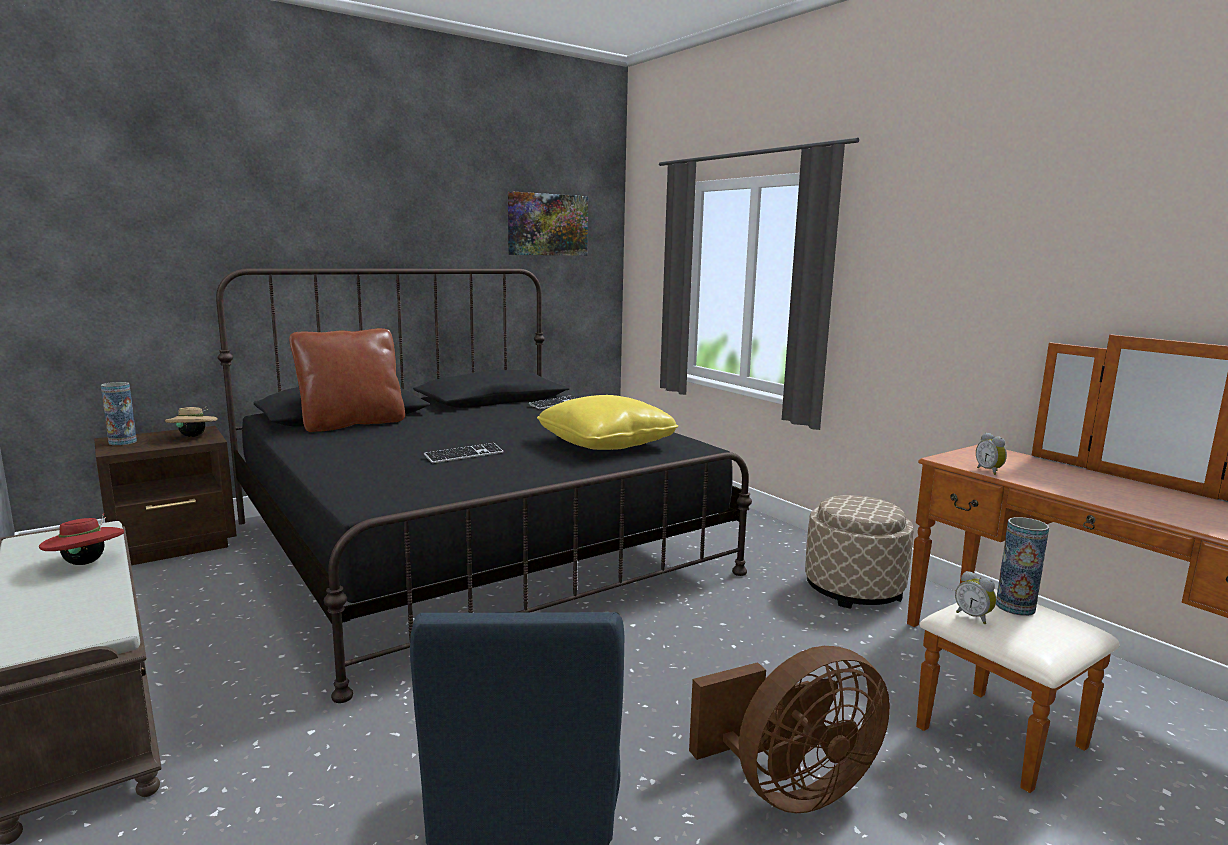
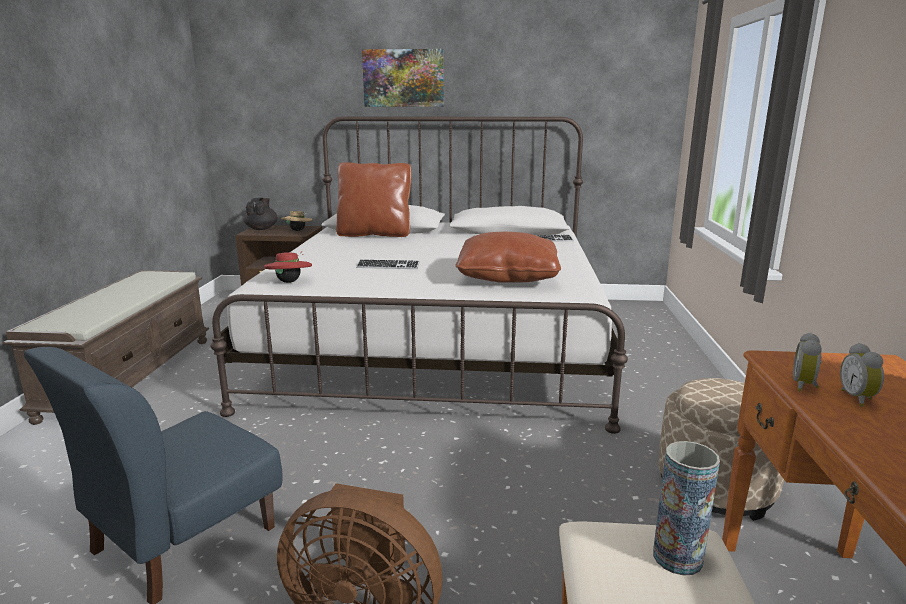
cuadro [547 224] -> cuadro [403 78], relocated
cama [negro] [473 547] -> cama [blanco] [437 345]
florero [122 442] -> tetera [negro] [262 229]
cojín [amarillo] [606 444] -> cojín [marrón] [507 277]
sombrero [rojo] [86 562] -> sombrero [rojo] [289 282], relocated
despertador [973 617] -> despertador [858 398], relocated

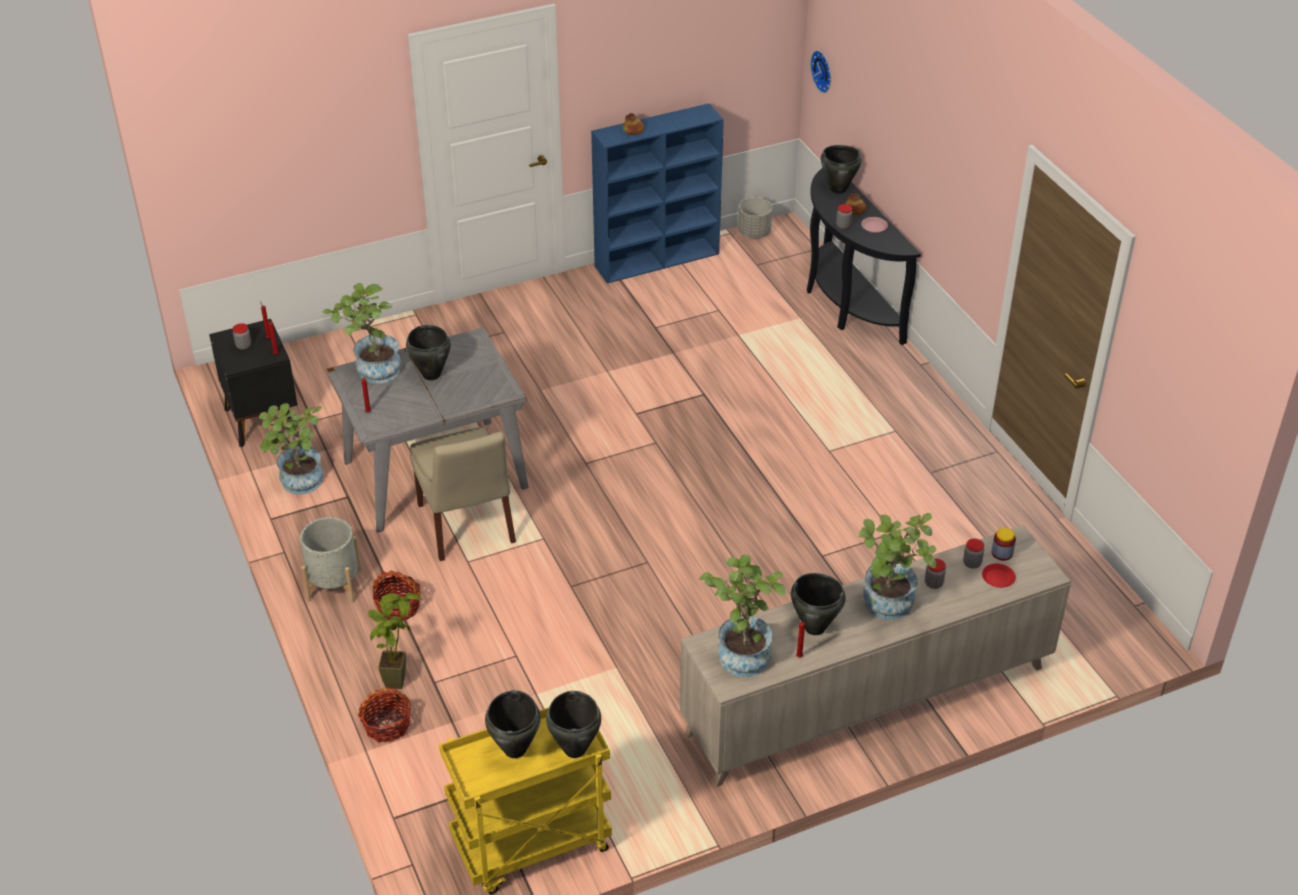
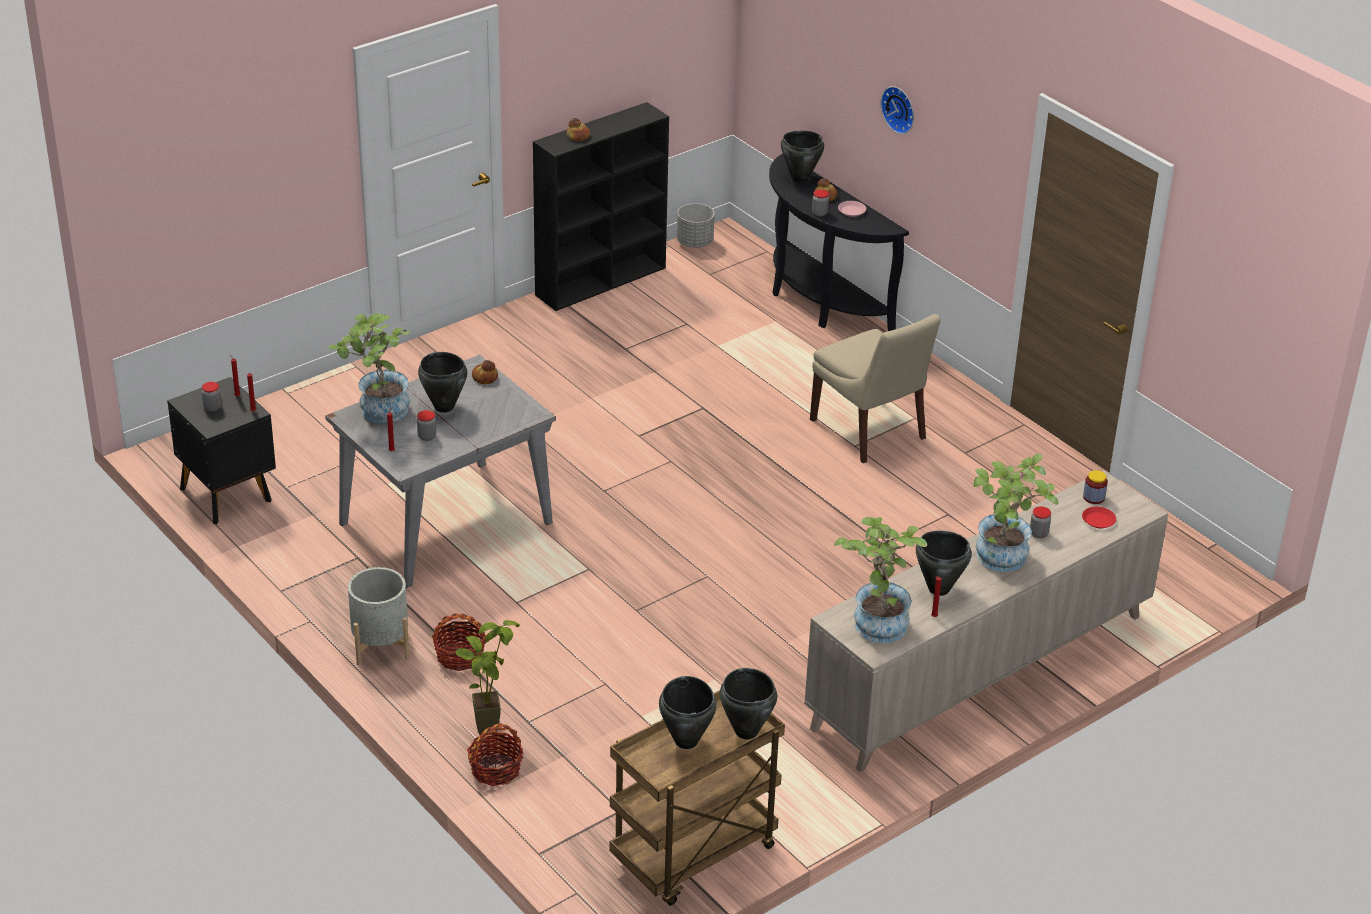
reloj de pared [823 71] -> reloj de pared [900 109], relocated
estantería [azul] [658 259] -> estantería [negro] [602 281]
planta en maceta [299 485] -> none
silla [beis] [467 526] -> silla [beis] [870 431], relocated
tarro [972 563] -> tarro [427 436], relocated
carrito [amarillo] [531 846] -> carrito [marrón] [693 856]
none -> pan [484 377]

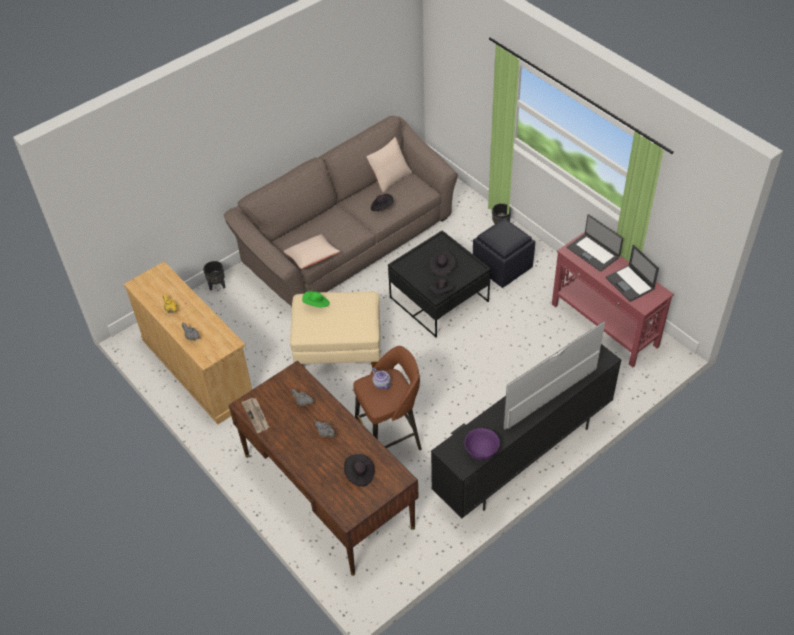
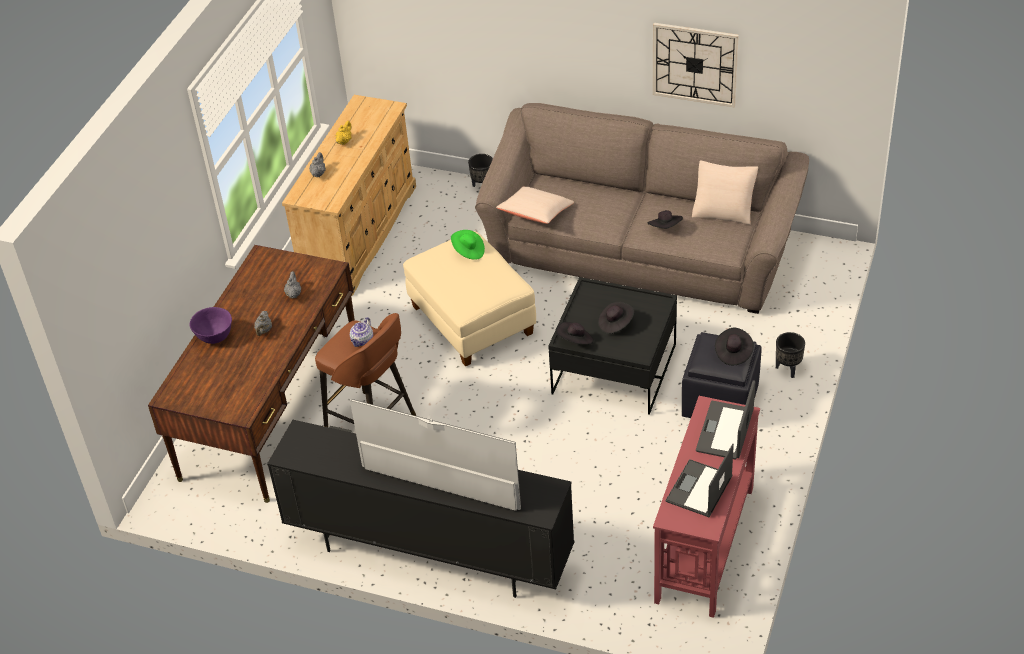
periódico [256 416] -> none
cuenco [morado] [481 453] -> cuenco [morado] [214 337], relocated
sombrero [negro] [359 474] -> sombrero [negro] [733 353], relocated
none -> reloj de pared [695 64]

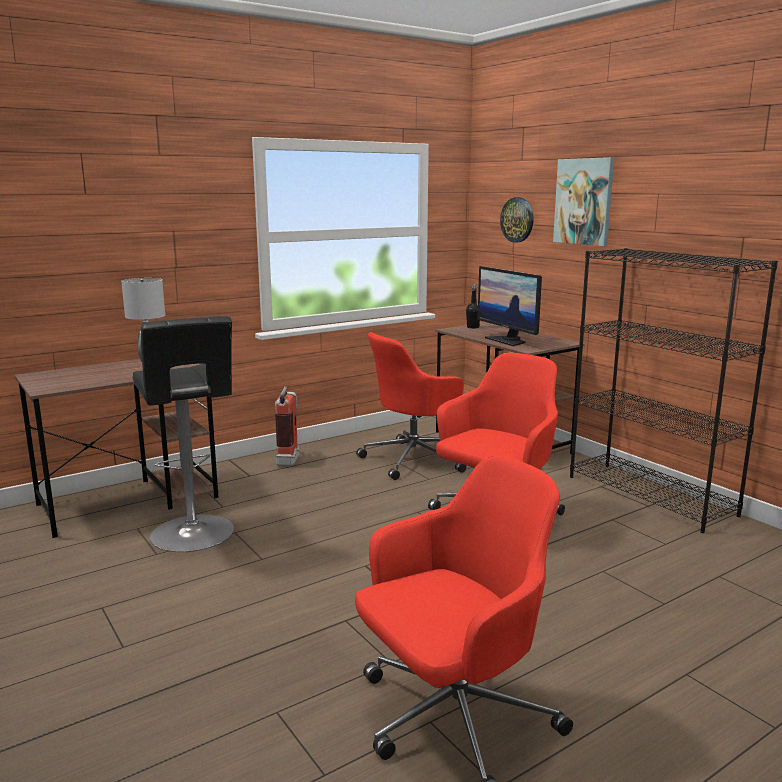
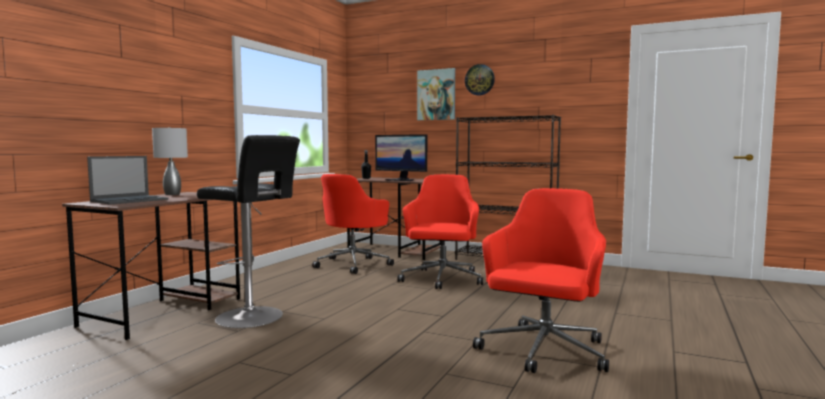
reloj de pared [517 220] -> reloj de pared [479 80], relocated
extintor [289 459] -> none
none -> portátil [130 200]

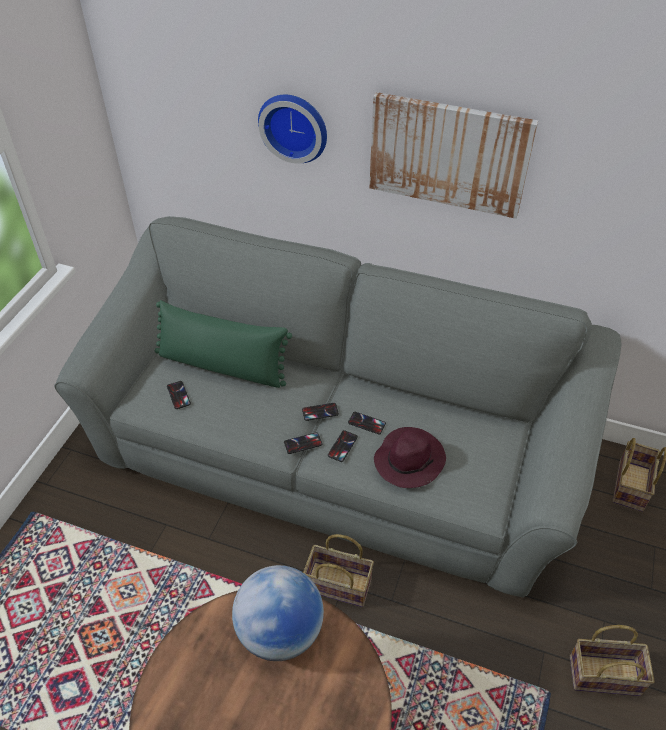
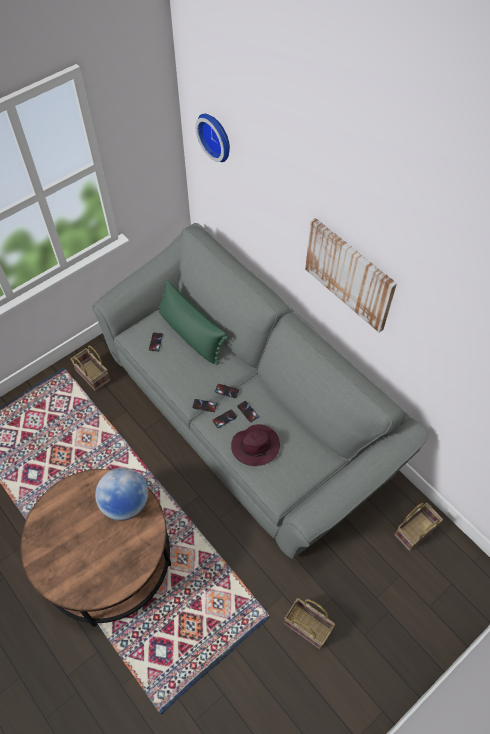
reloj de pared [294 126] -> reloj de pared [216 136], relocated
cesta [336 585] -> cesta [91 375], relocated

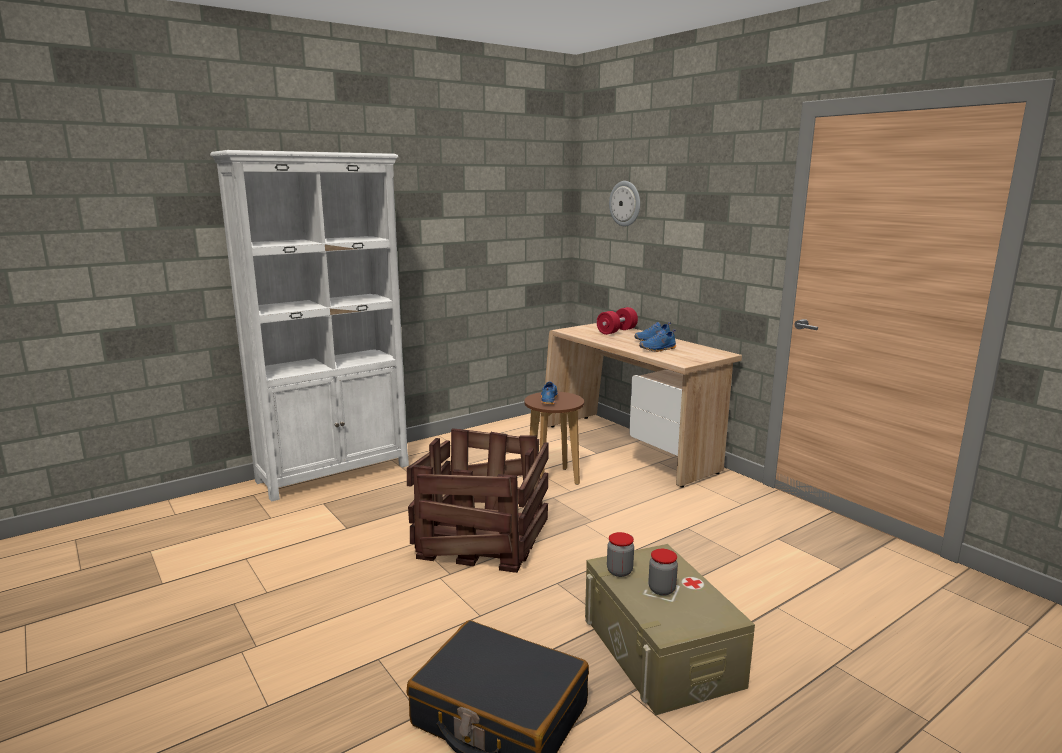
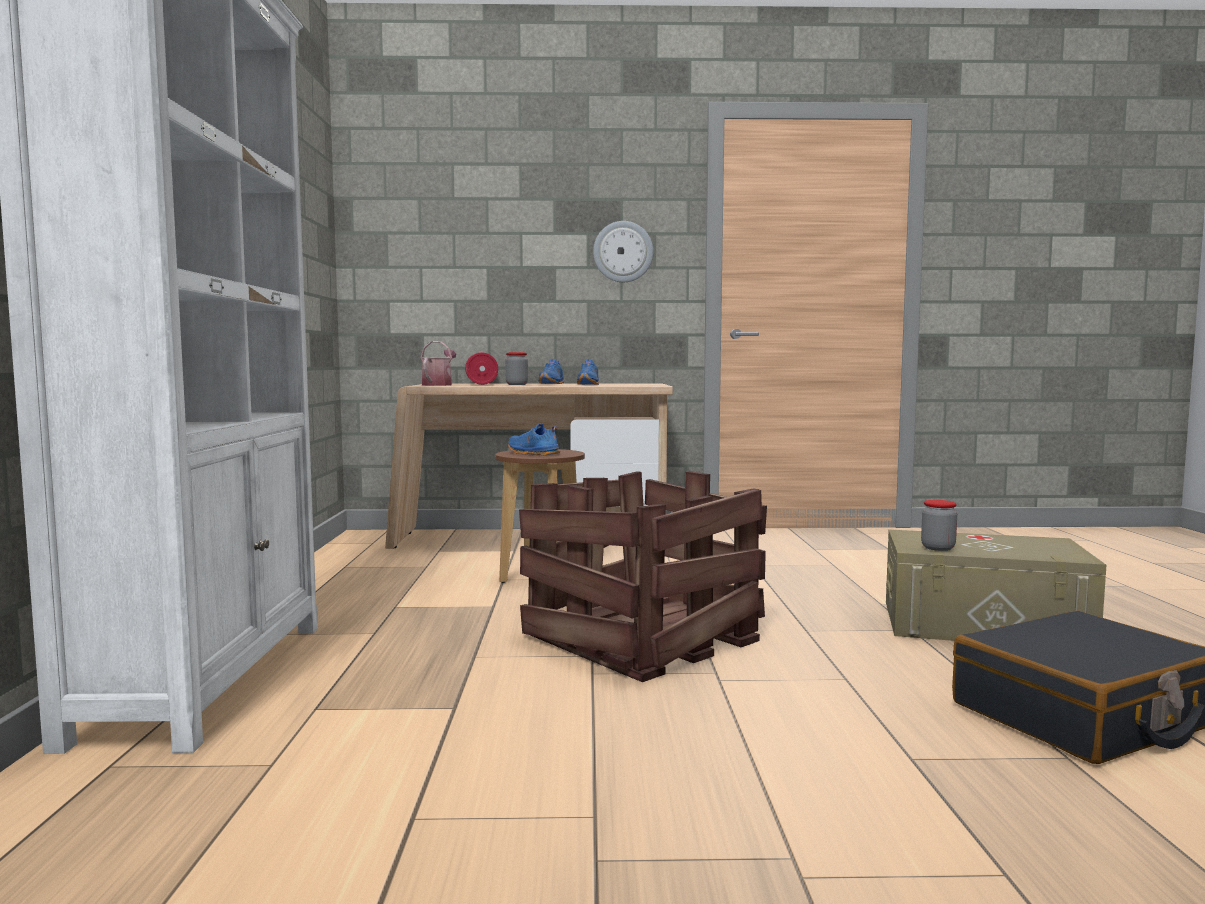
reloj de pared [625 203] -> reloj de pared [623 252], relocated
tarro [661 589] -> tarro [516 384], relocated
none -> regadera [438 385]

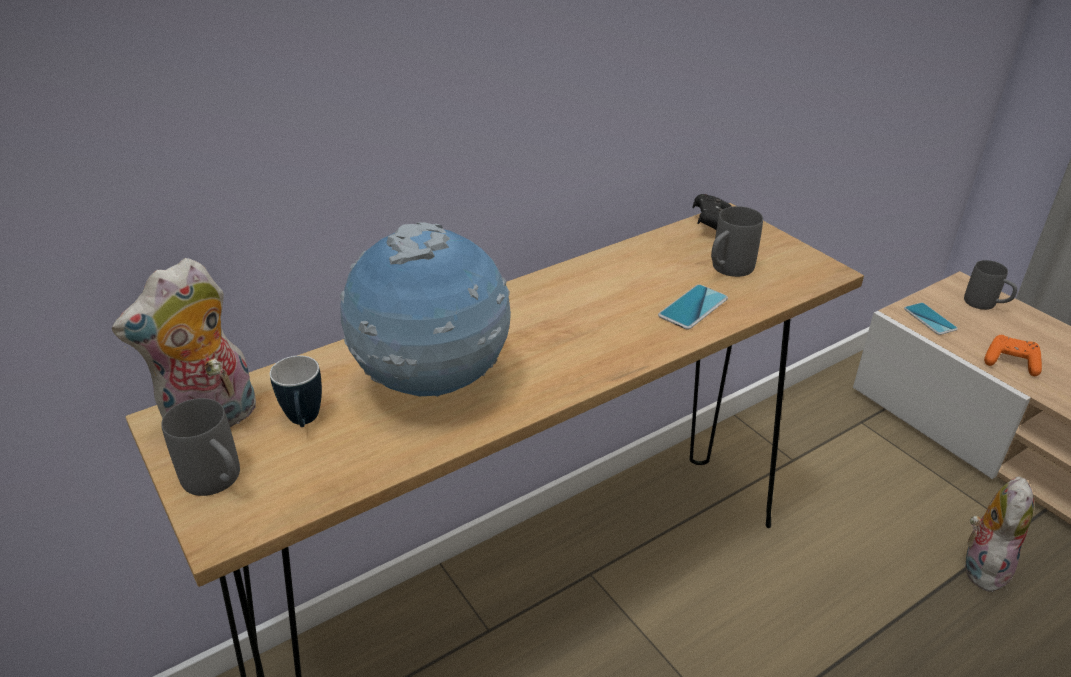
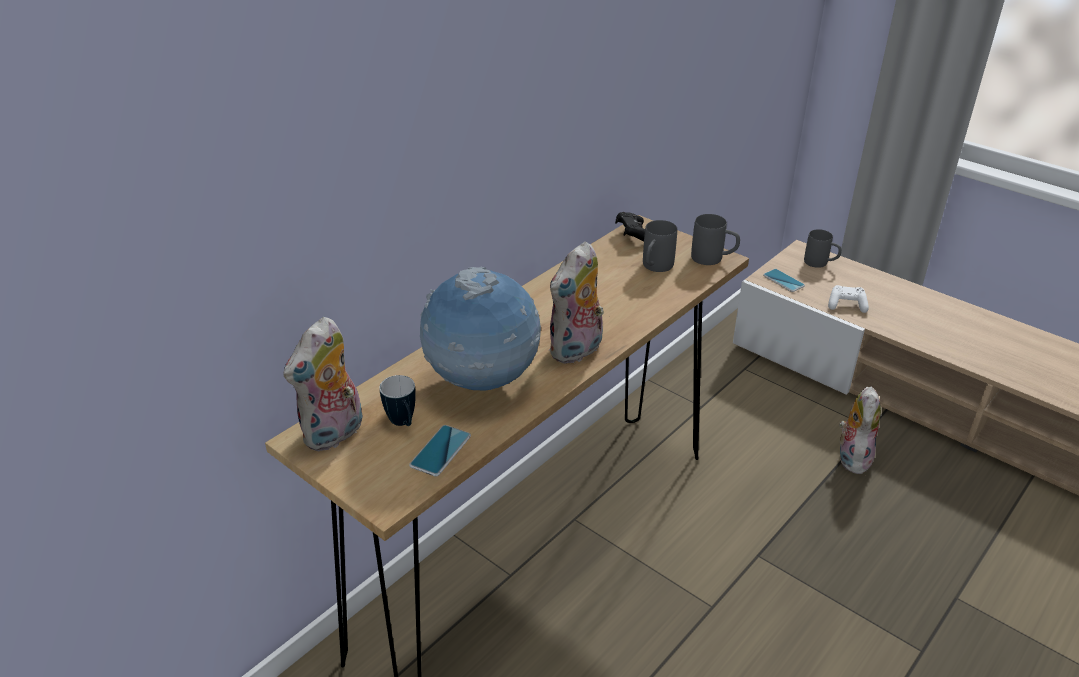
móvil [693 308] -> móvil [440 451], relocated
mando de consola [naranja] [1010 363] -> mando de consola [blanco] [846 305]
taza grande [gris] [218 482] -> taza grande [gris] [713 259], relocated
none -> peluche [577 351]

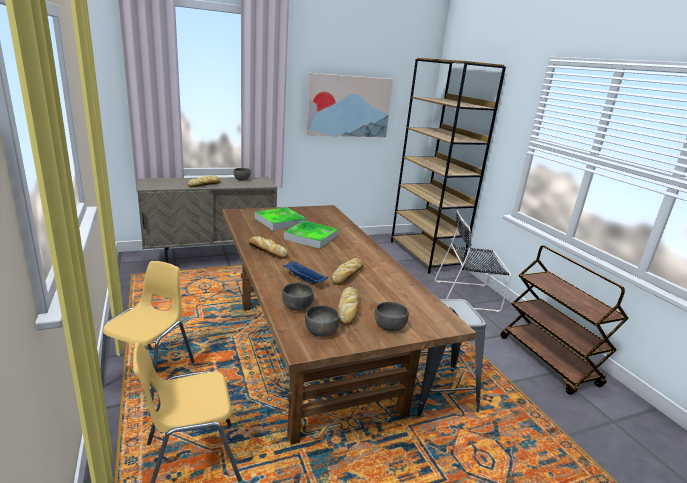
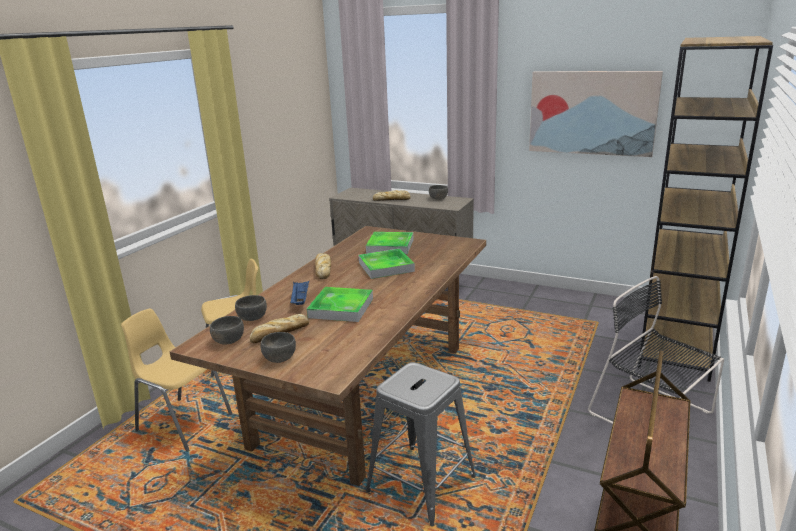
pan [347 275] -> bandeja [341 308]

